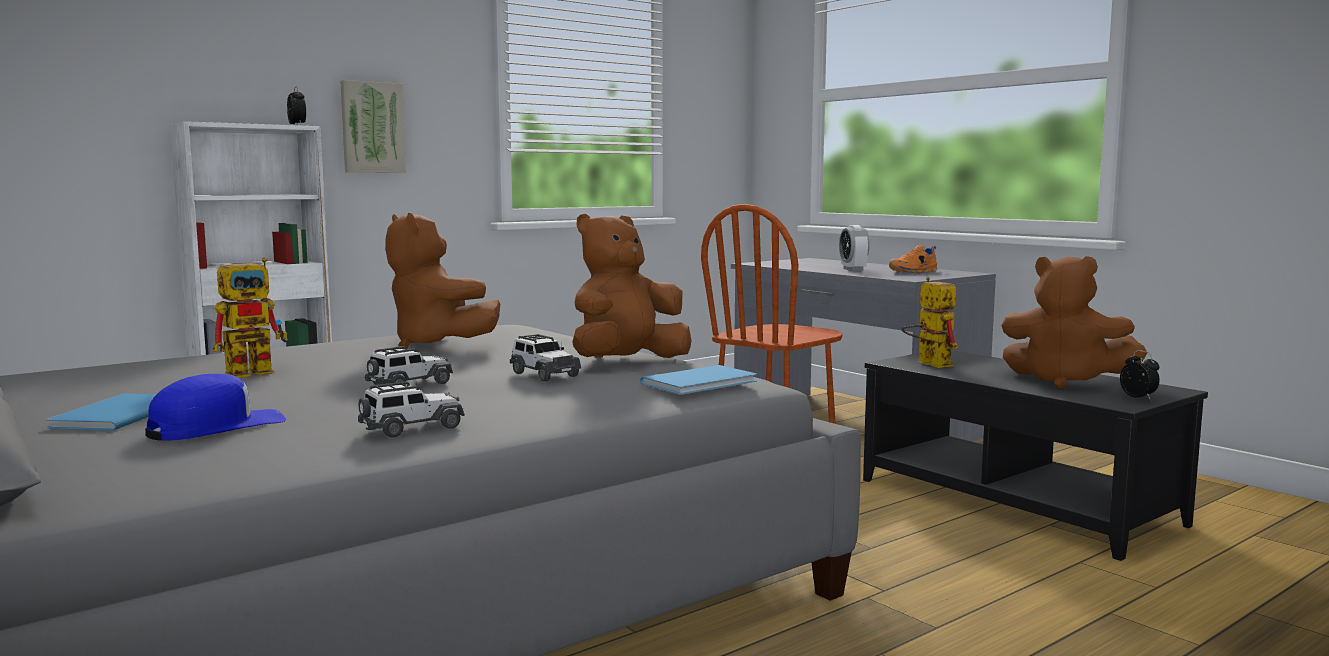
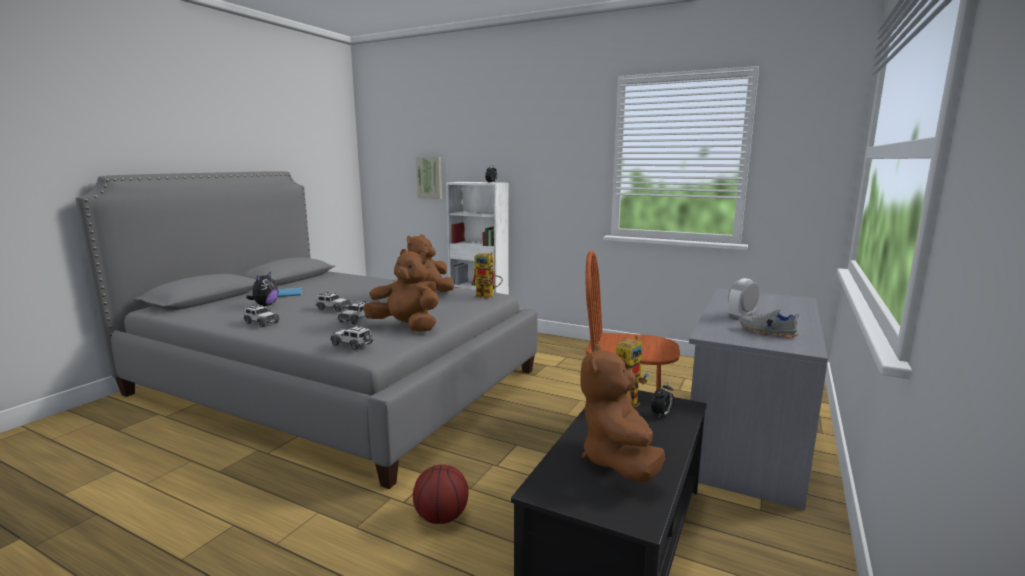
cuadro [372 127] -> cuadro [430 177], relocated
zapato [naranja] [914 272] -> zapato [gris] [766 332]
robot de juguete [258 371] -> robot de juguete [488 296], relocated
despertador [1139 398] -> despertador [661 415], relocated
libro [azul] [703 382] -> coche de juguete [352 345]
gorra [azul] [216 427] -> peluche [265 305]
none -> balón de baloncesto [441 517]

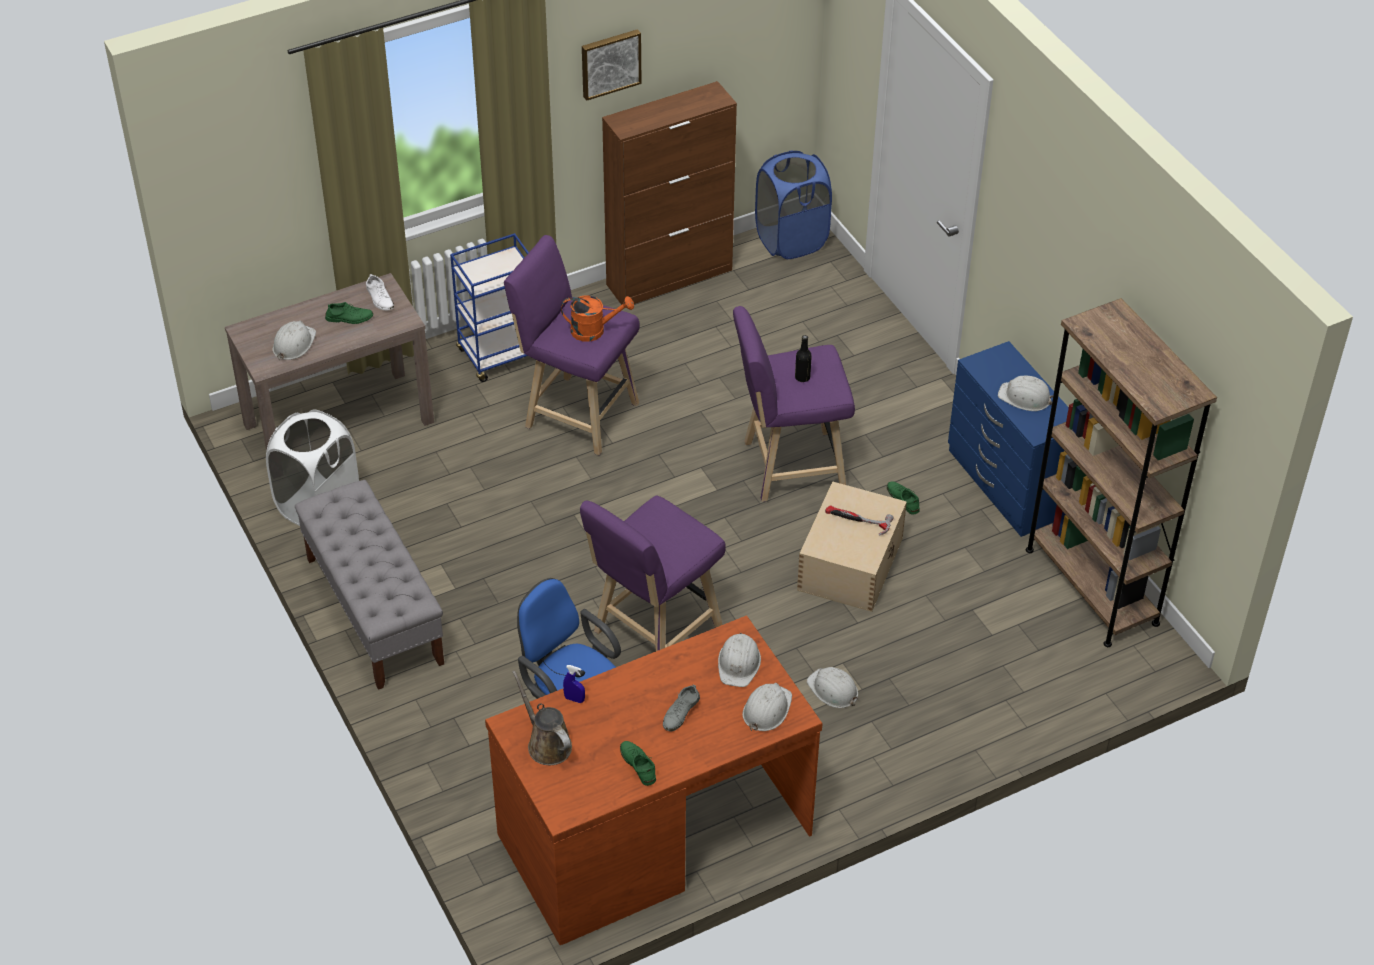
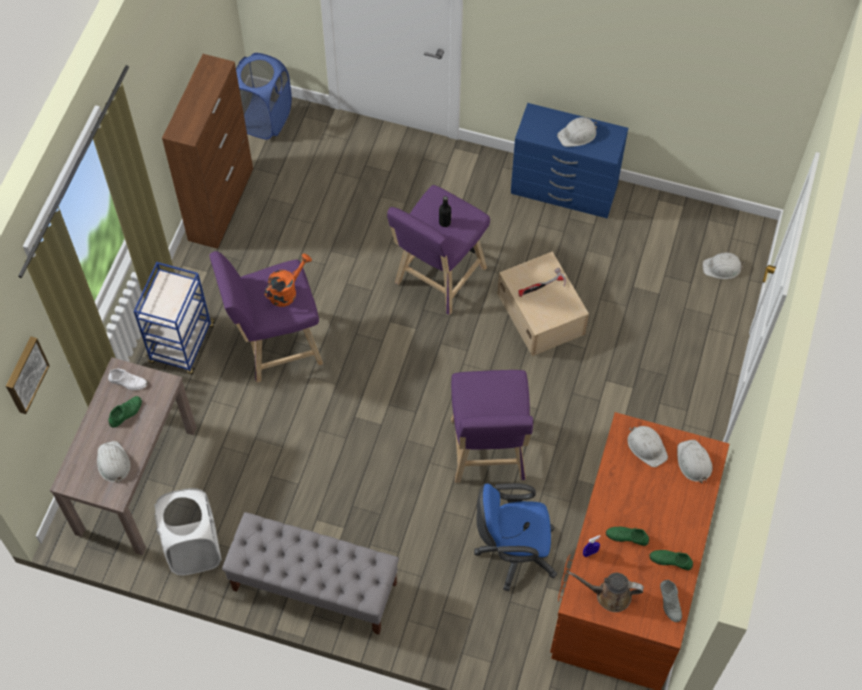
cuadro [610 63] -> cuadro [24 374], relocated
estantería [marrón] [1091 586] -> none
zapato [verde] [903 499] -> zapato [verde] [627 537], relocated
casco [blanco] [833 690] -> casco [blanco] [722 268], relocated
zapato [gris] [680 712] -> zapato [gris] [670 602], relocated

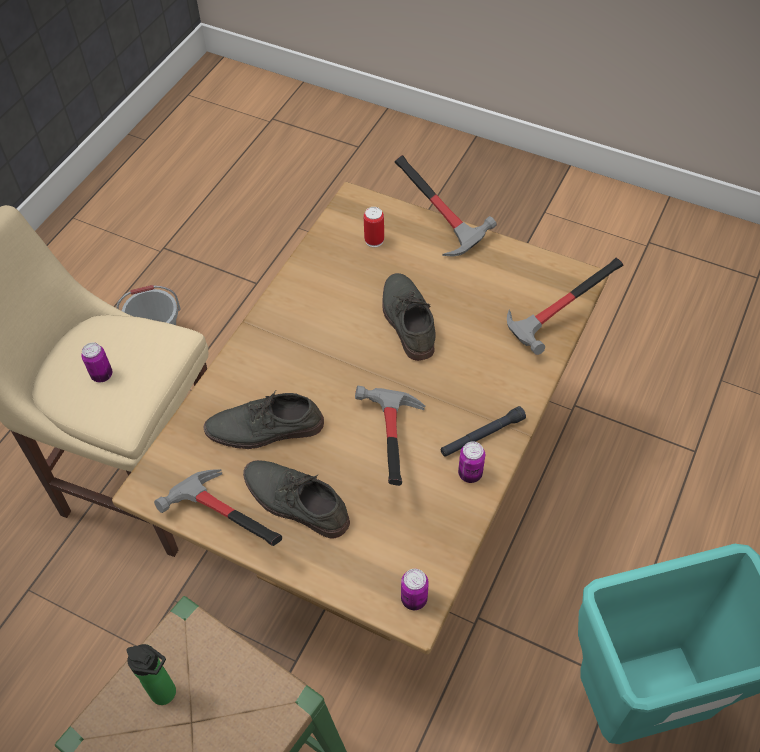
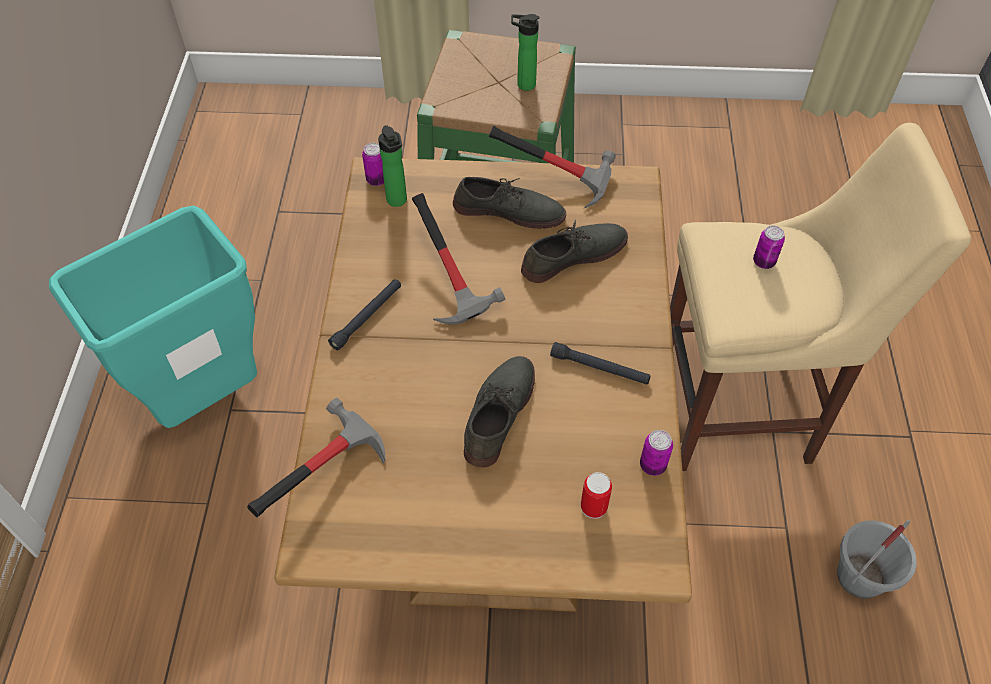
martillo [444 223] -> none
zapato [gris] [407 319] -> zapato [gris] [498 412], 120 degrees counterclockwise
lata [470 474] -> lata [652 465], relocated
none -> botella [398 202]
none -> linterna [negro] [599 368]

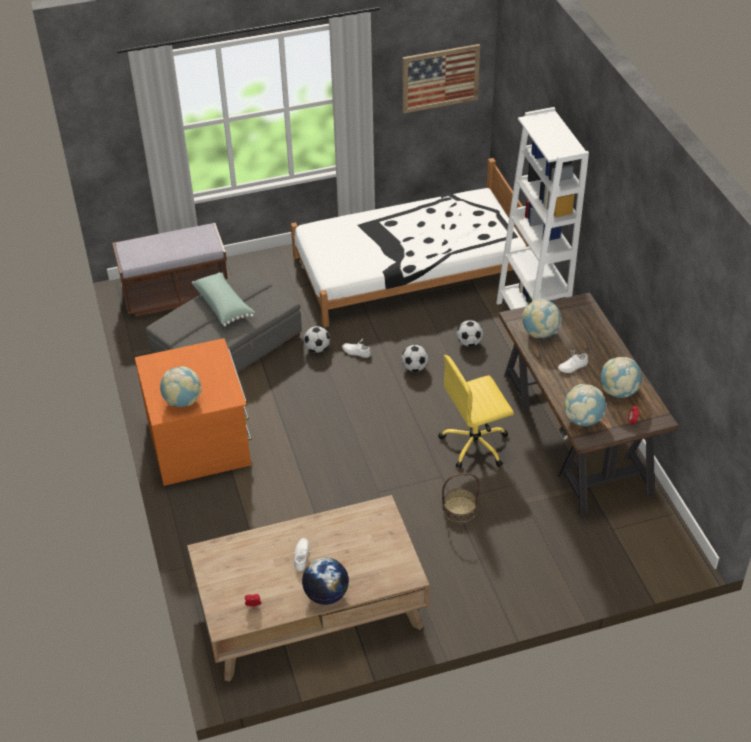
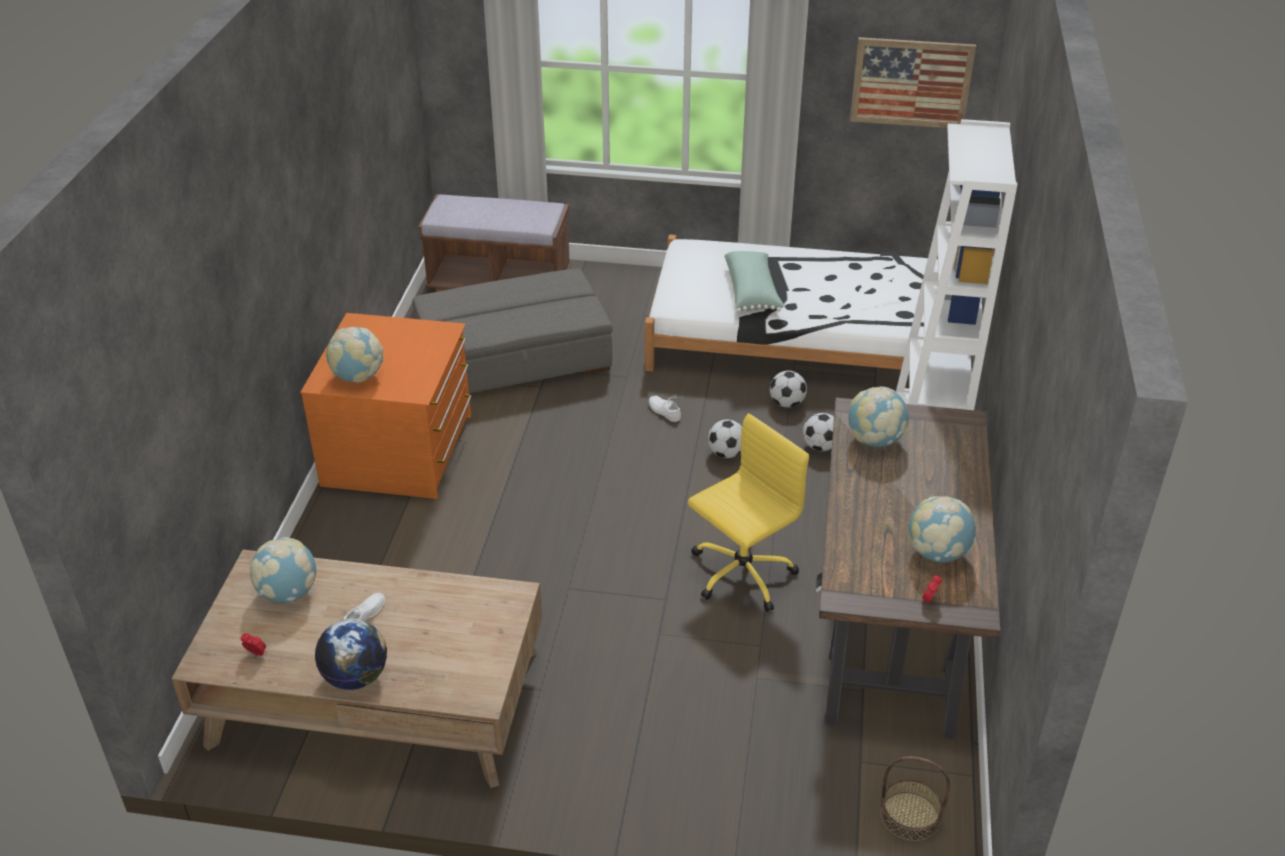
cojín [verde] [224 305] -> cojín [verde] [752 292], relocated
balón de fútbol [317 349] -> balón de fútbol [787 403], relocated
zapato [blanco] [572 366] -> none
silla de oficina [amarillo] [476 444] -> silla de oficina [amarillo] [740 574], 135 degrees clockwise
globo terráqueo [582 419] -> globo terráqueo [288 593], relocated
cesta [459 509] -> cesta [909 816], relocated

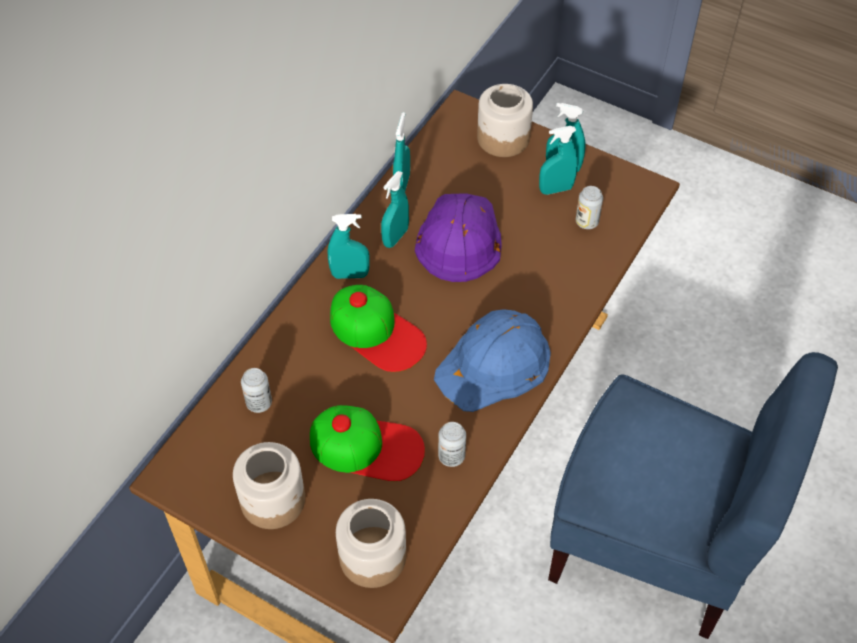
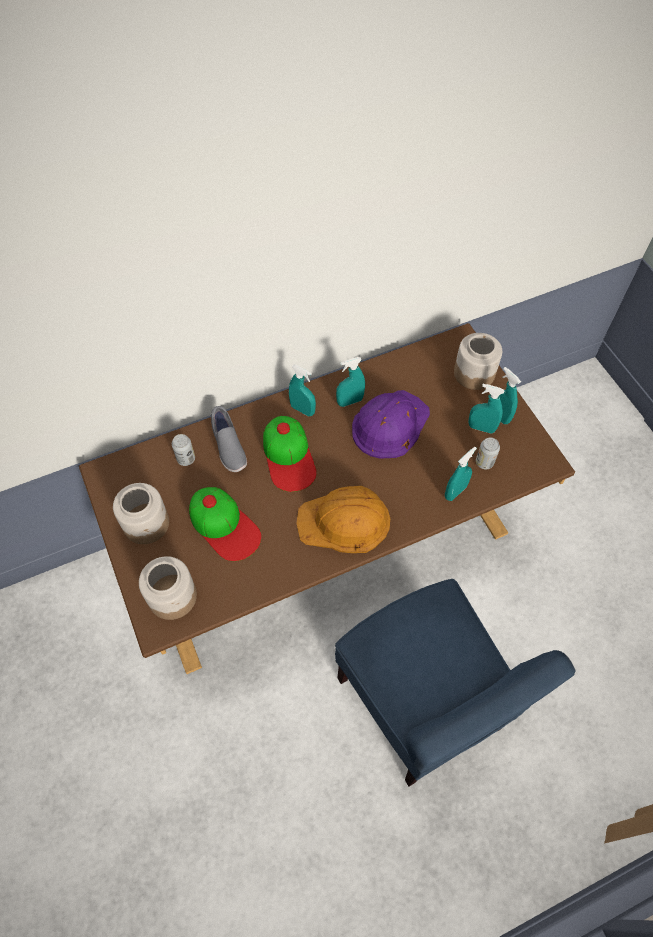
pulverizador [turquesa] [402 184] -> pulverizador [turquesa] [455 492], relocated
casco [azul] [495 364] -> casco [naranja] [344 522]
lata [451 456] -> none
none -> zapato [gris] [228 447]

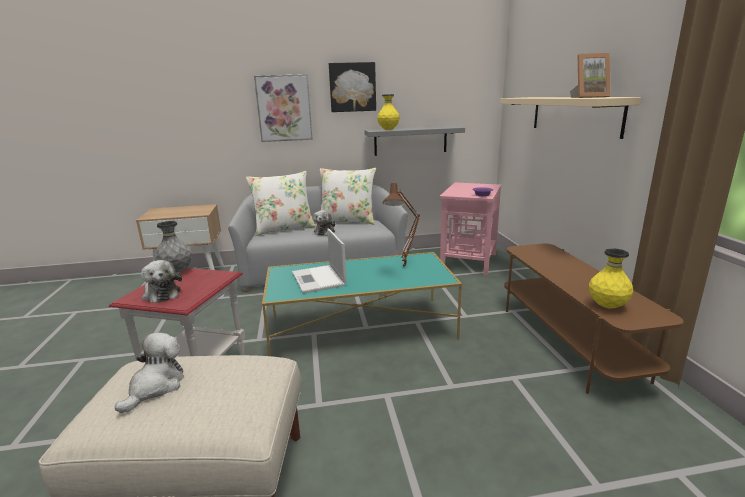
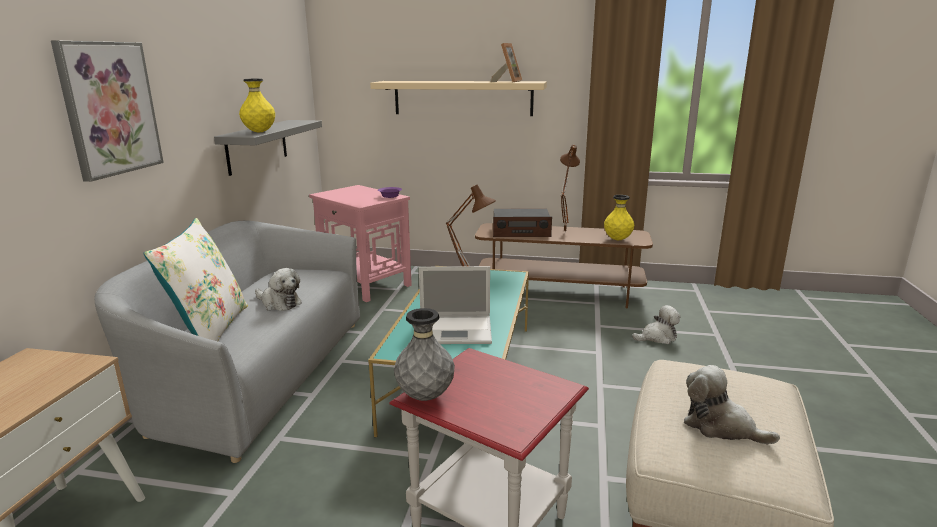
cuadro [352 87] -> none
cojín [blanco] [347 221] -> none
peluche [161 293] -> peluche [657 337], relocated
none -> lámpara de mesa [marrón] [563 233]
none -> radio [520 231]

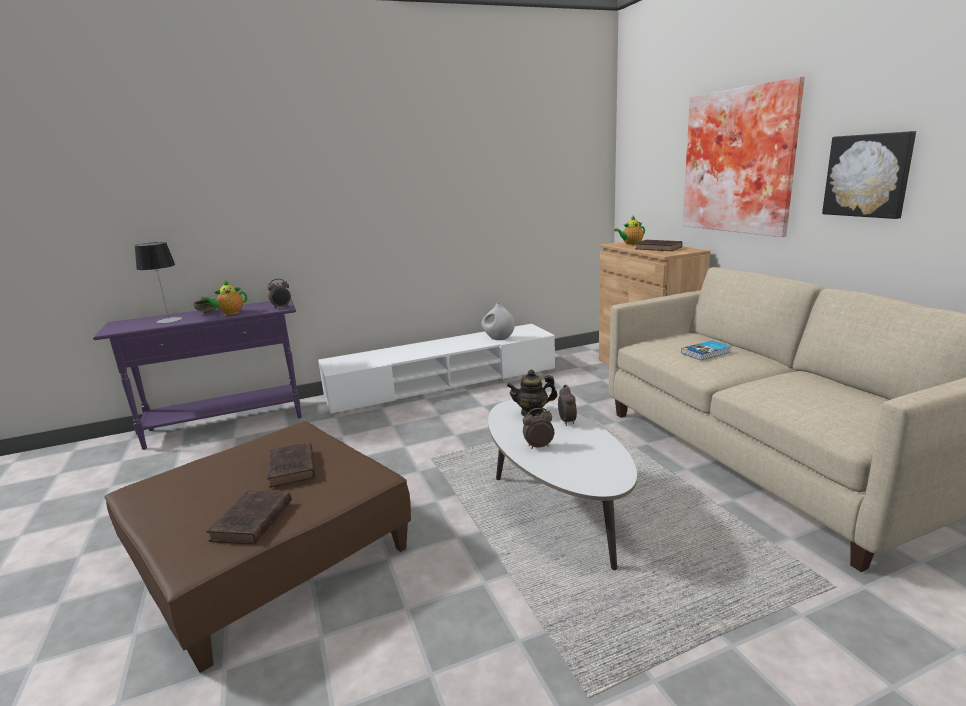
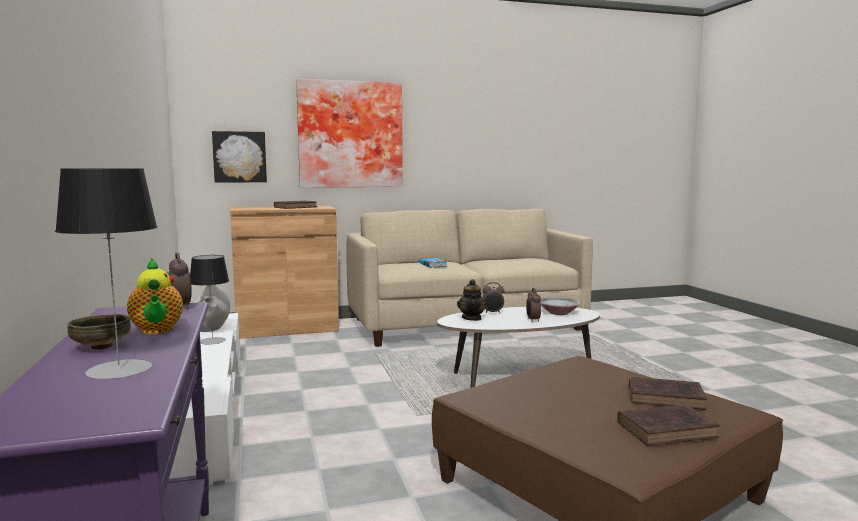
cuadro [868 175] -> cuadro [239 157], relocated
tetera [630 244] -> none
libro [marrón] [292 469] -> libro [marrón] [668 430], relocated
none -> lámpara de mesa [212 341]
none -> cuenco [558 313]

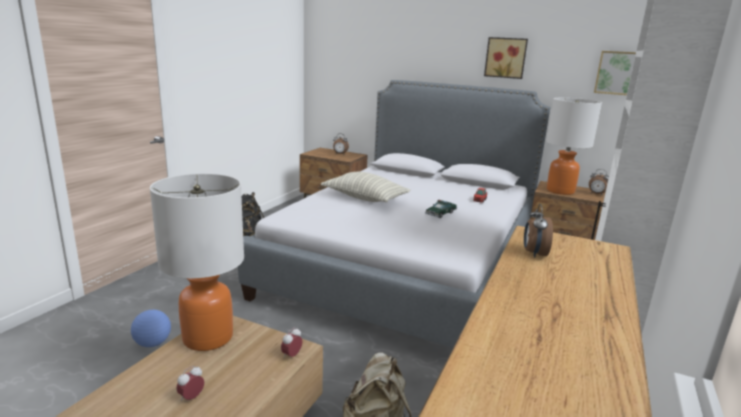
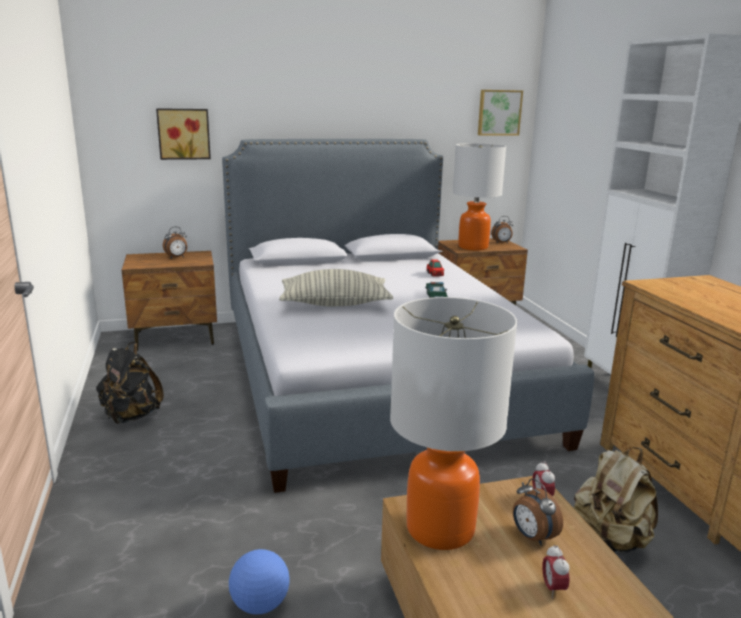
cuadro [505 58] -> cuadro [184 134], relocated
despertador [534 253] -> despertador [532 537], relocated

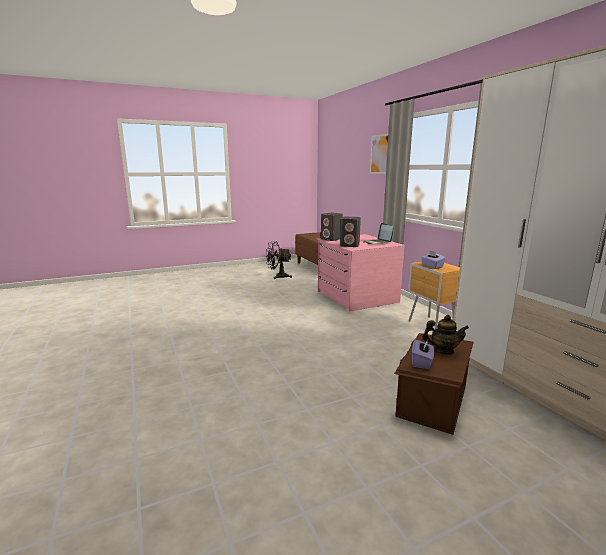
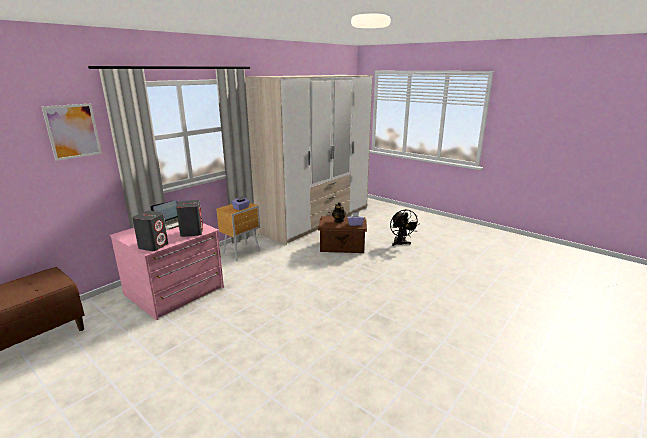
ventilador [negro] [278 276] -> ventilador [negro] [401 244], relocated

